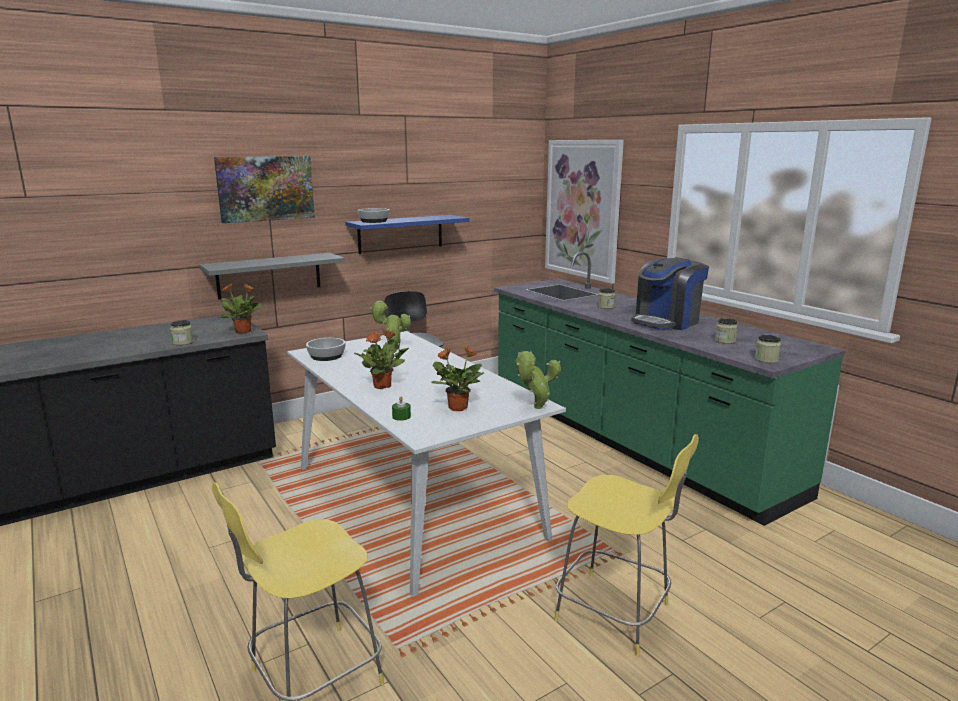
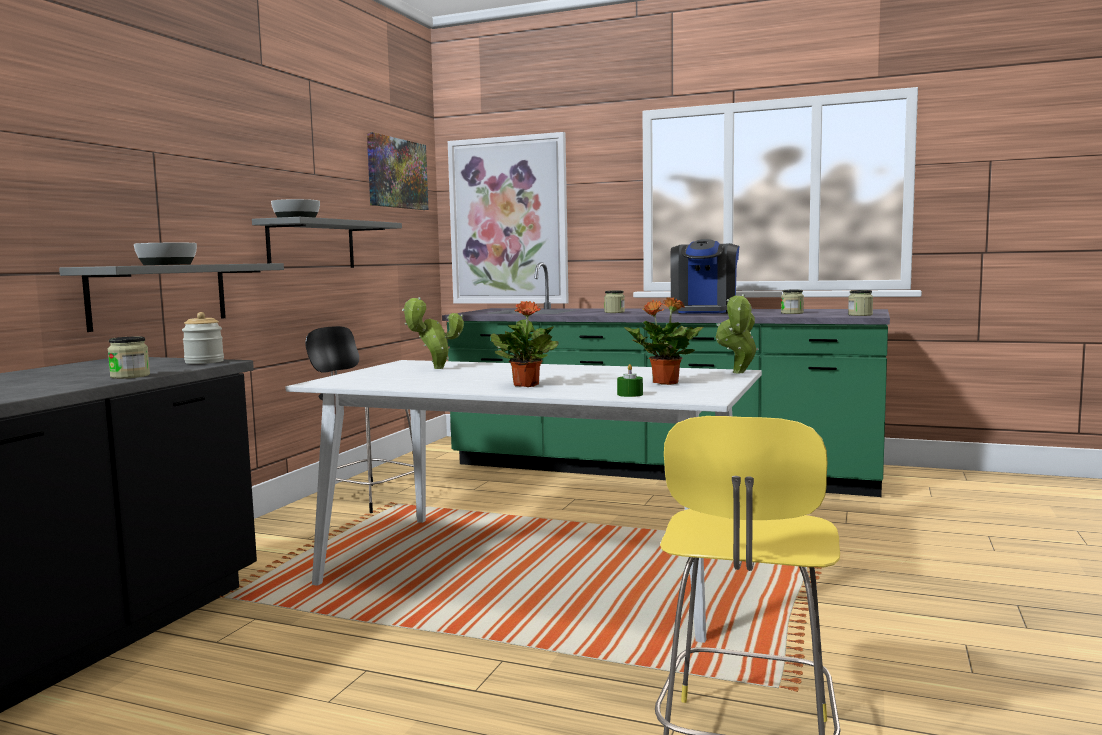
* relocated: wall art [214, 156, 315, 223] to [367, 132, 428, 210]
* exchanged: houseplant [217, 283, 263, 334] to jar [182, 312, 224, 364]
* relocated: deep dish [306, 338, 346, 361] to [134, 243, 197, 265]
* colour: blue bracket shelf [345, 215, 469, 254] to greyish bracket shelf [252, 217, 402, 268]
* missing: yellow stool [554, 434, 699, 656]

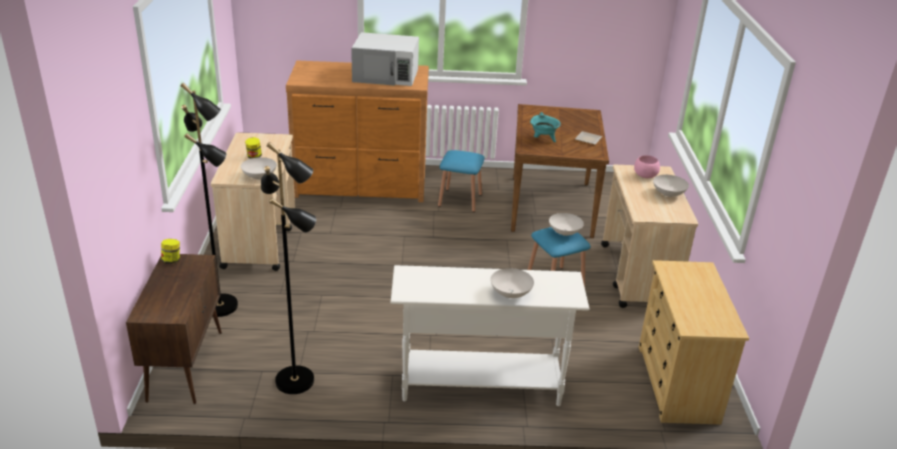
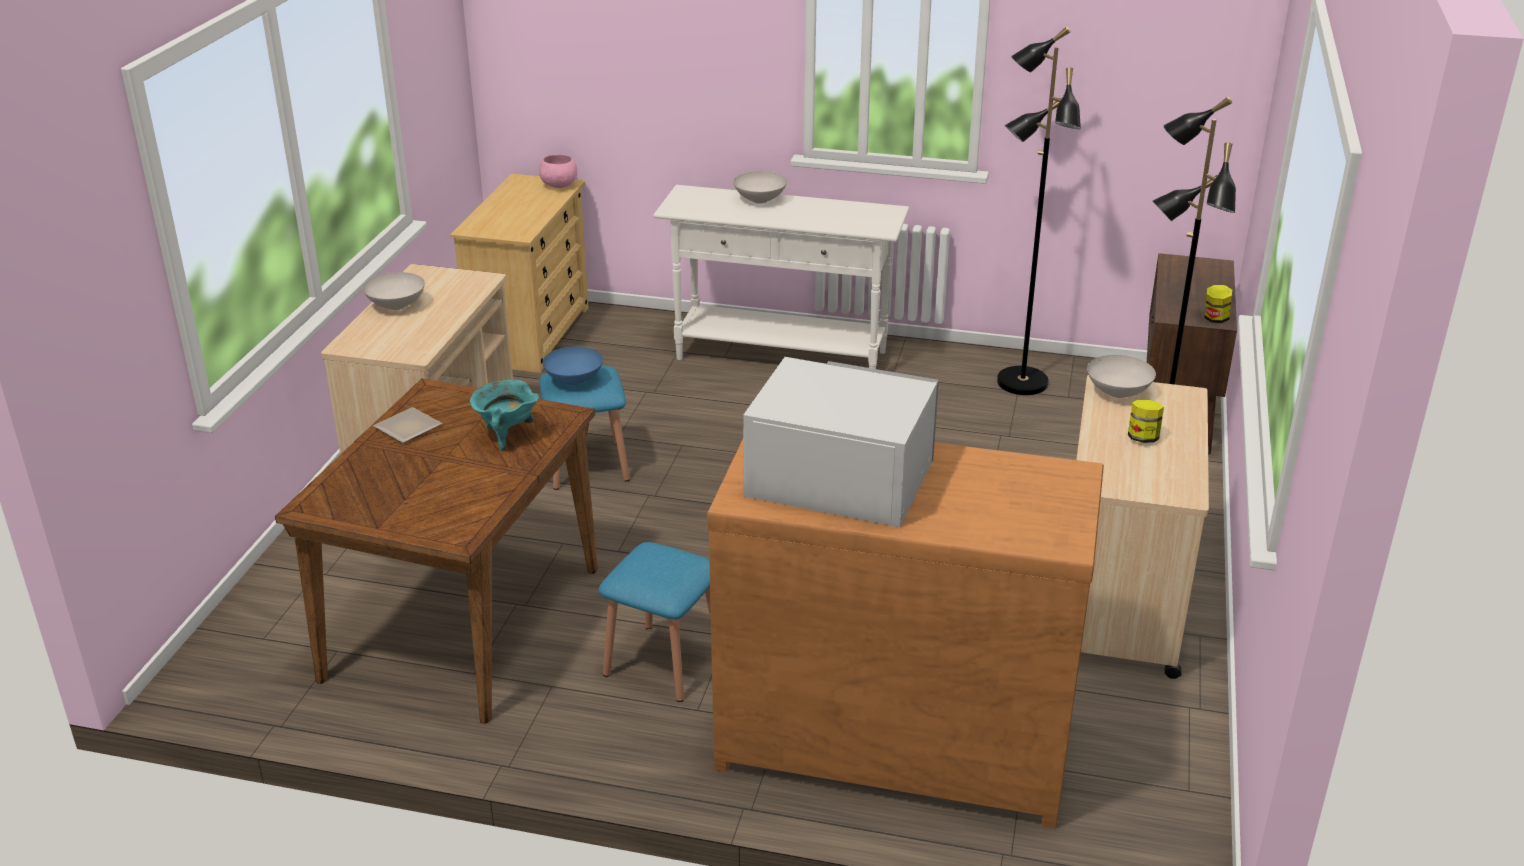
* colour: white-coloured deep dish [549, 213, 584, 236] to blue deep dish [542, 346, 603, 385]
* relocated: pink deep dish [634, 155, 660, 178] to [539, 154, 577, 188]

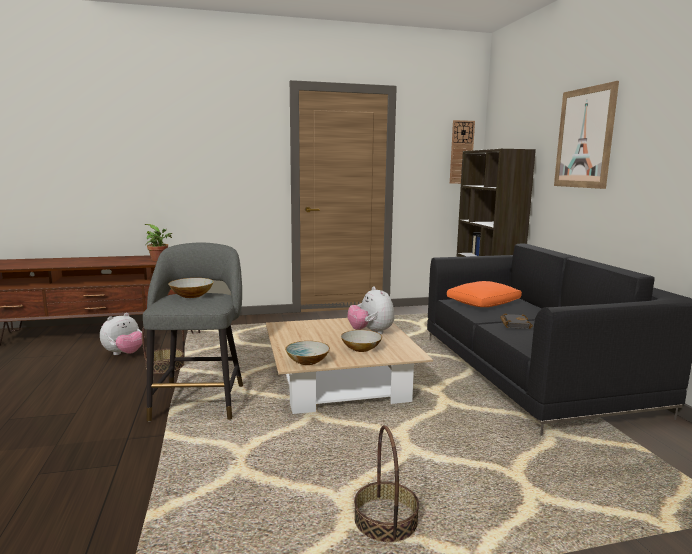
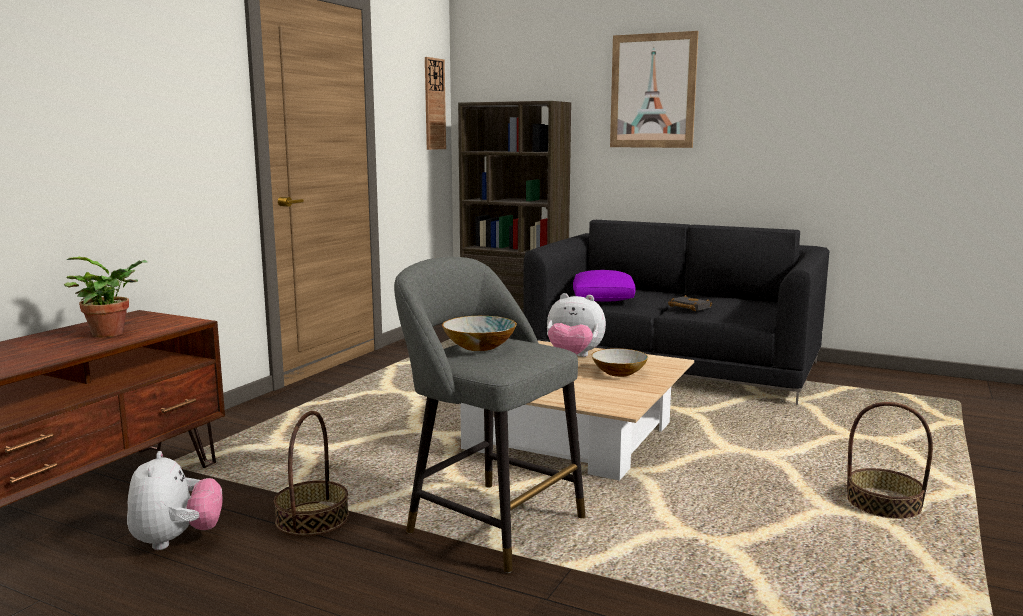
* missing: deep dish [285, 341, 330, 365]
* colour: orange pillow [447, 281, 522, 307] to purple-coloured pillow [573, 270, 635, 302]

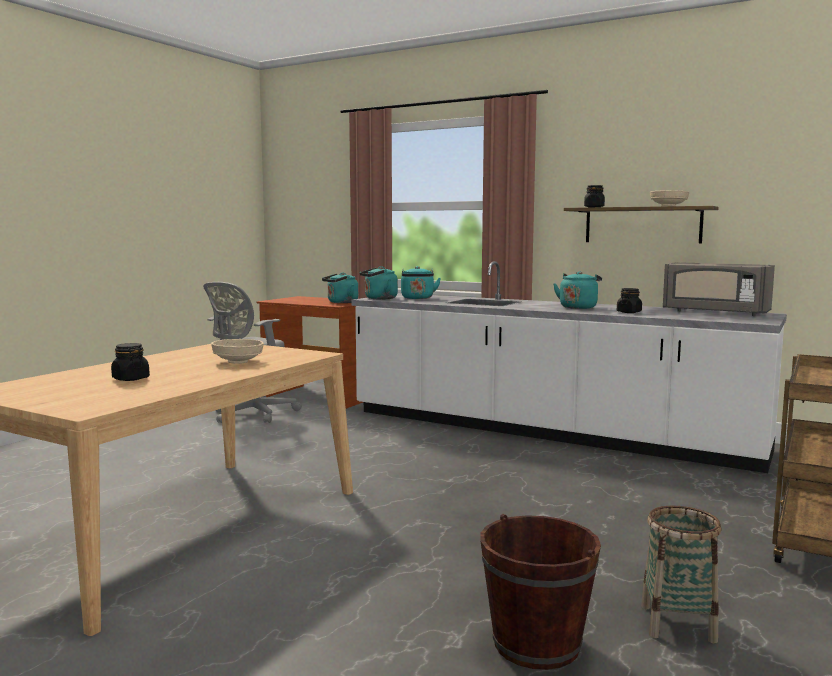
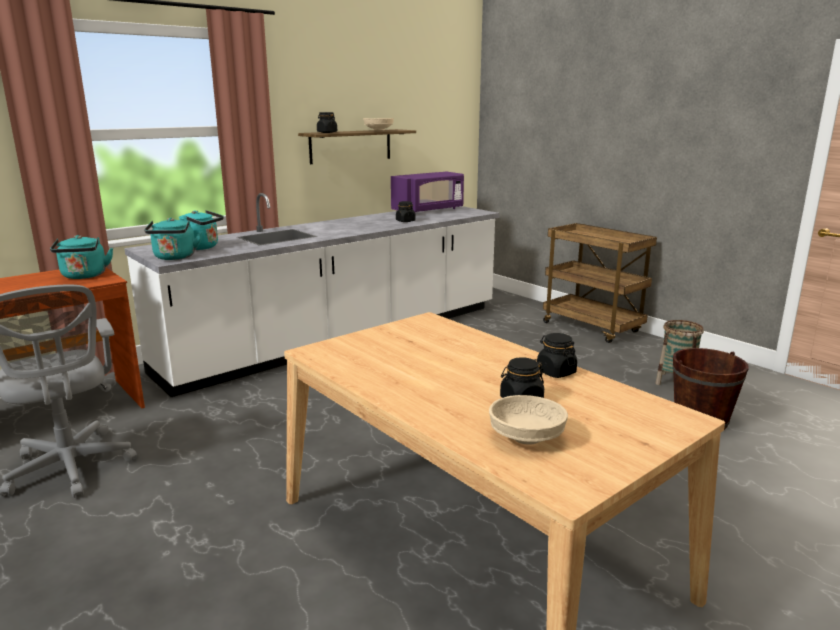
* relocated: sand-coloured deep dish [211, 339, 264, 364] to [489, 395, 568, 445]
* missing: turquoise water kettle [553, 271, 602, 309]
* colour: greyish microwave oven [663, 262, 775, 316] to purple-coloured microwave oven [391, 171, 464, 212]
* appeared: blackish jar [537, 333, 577, 378]

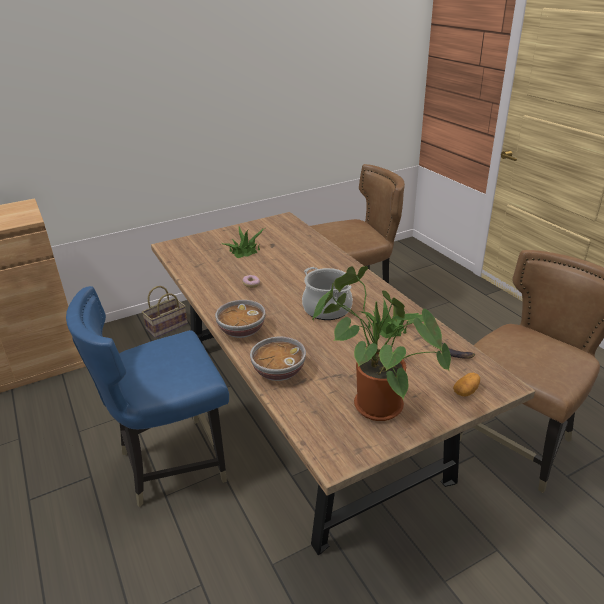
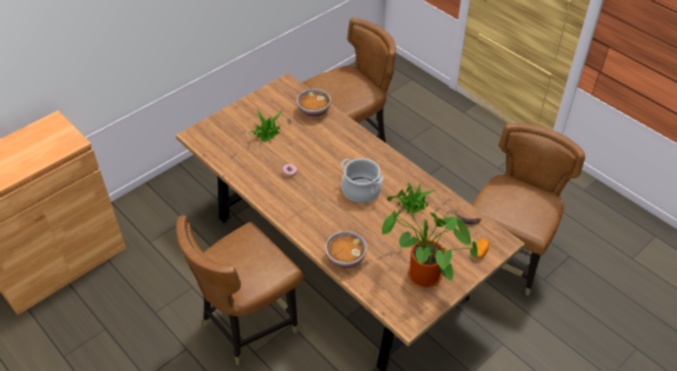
* colour: blue chair [66, 286, 229, 507] to brown-coloured chair [176, 215, 304, 366]
* missing: household basket [142, 286, 188, 338]
* relocated: deep dish [215, 300, 266, 338] to [297, 89, 331, 117]

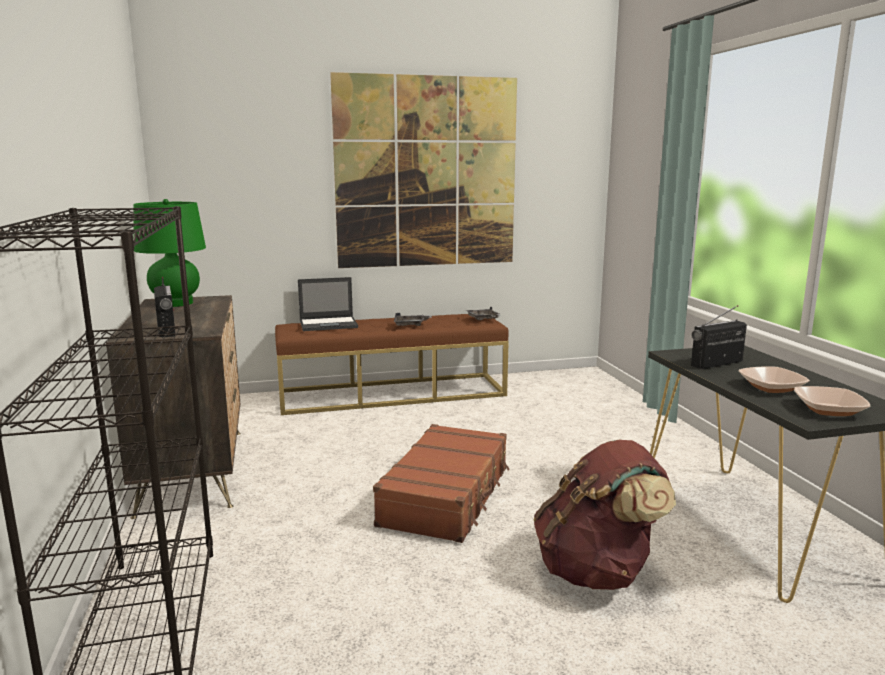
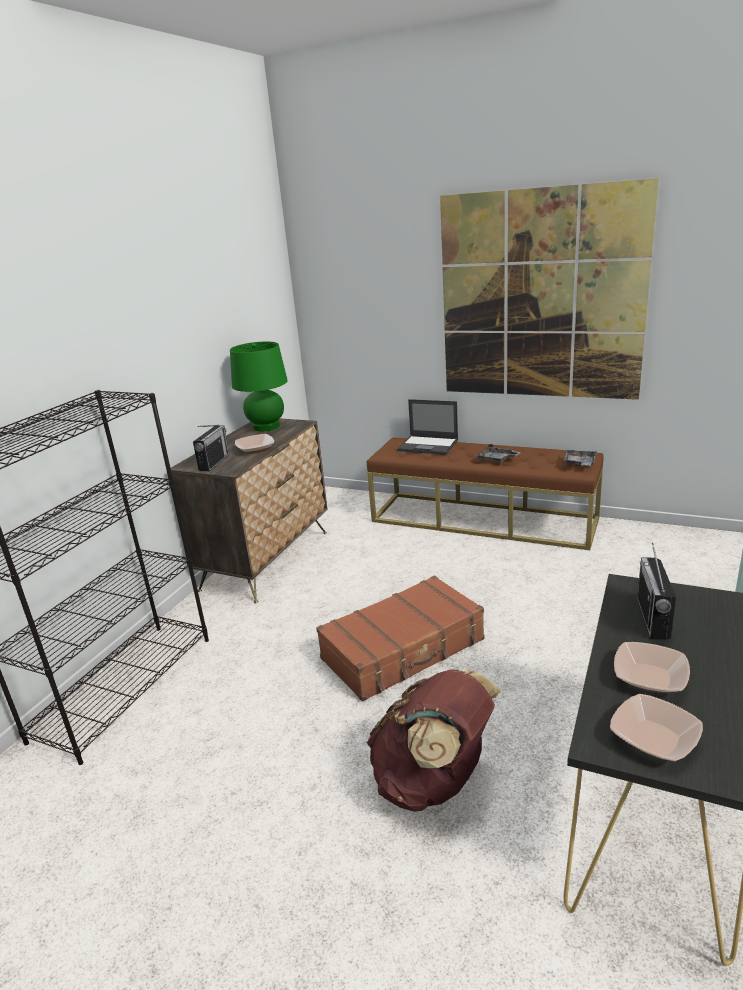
* spun: radio receiver [691, 305, 747, 369] = [637, 543, 676, 640] 90 degrees counterclockwise
* appeared: deep dish [235, 434, 274, 454]

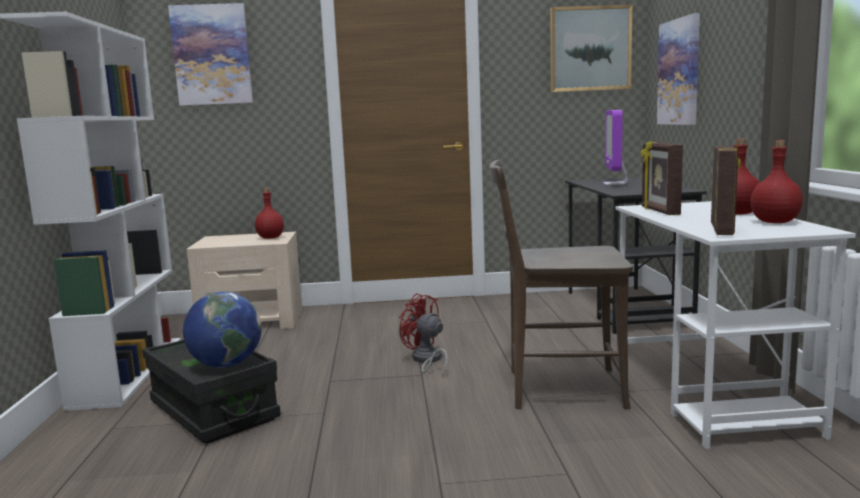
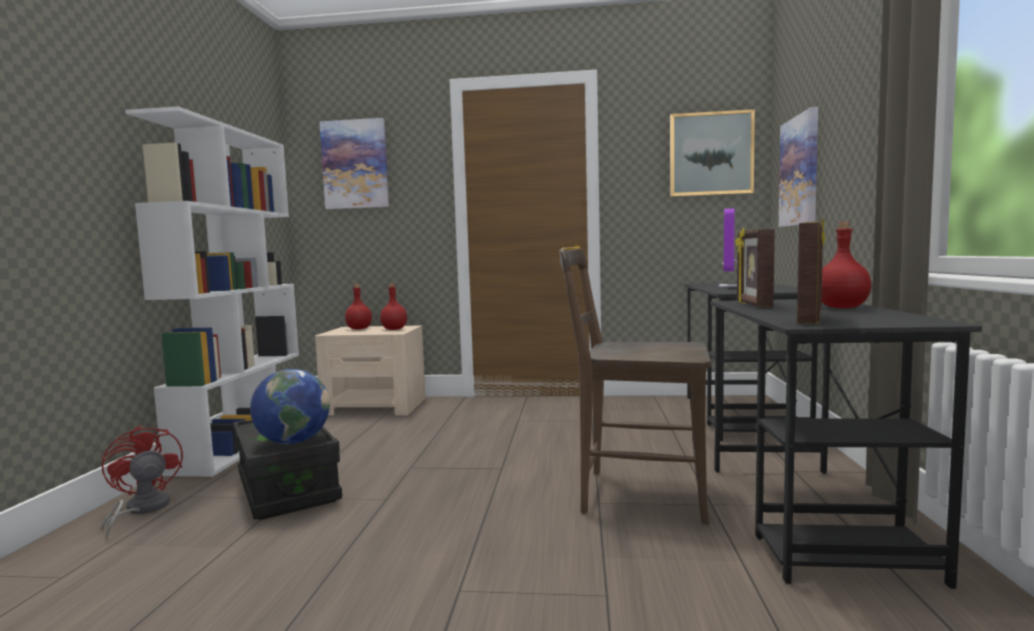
* relocated: red fan [399, 293, 448, 378] to [101, 425, 183, 539]
* colour: white-coloured desk table [616, 201, 856, 449] to blackish desk table [710, 299, 982, 589]
* relocated: red bottle [751, 140, 803, 223] to [345, 284, 372, 330]

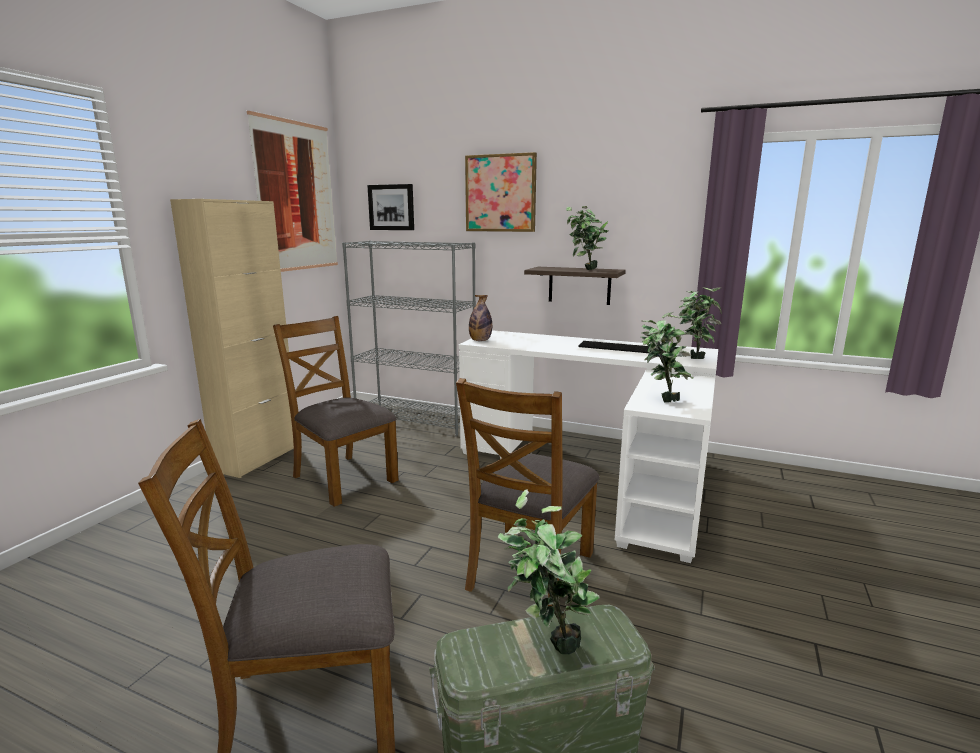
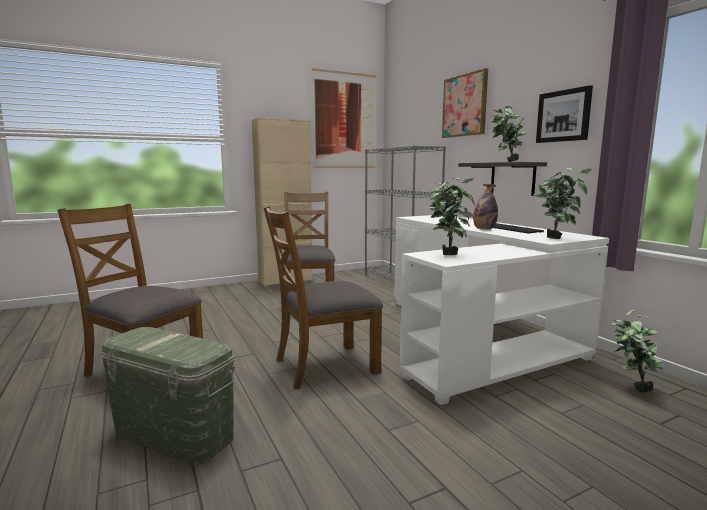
* relocated: wall art [367, 184, 414, 230] to [536, 85, 593, 143]
* relocated: bottle [469, 295, 492, 341] to [473, 184, 498, 230]
* relocated: houseplant [498, 489, 600, 654] to [611, 309, 664, 392]

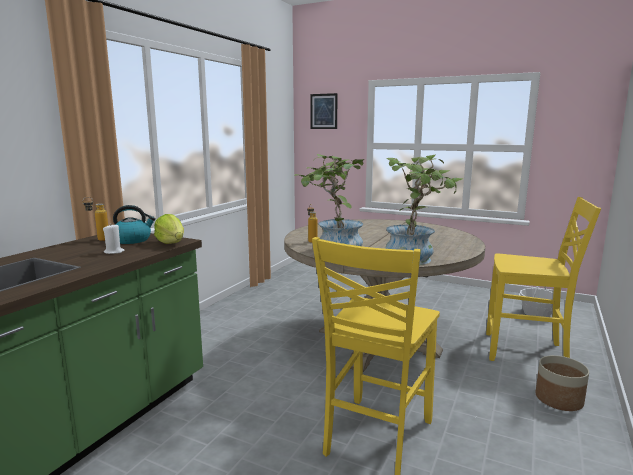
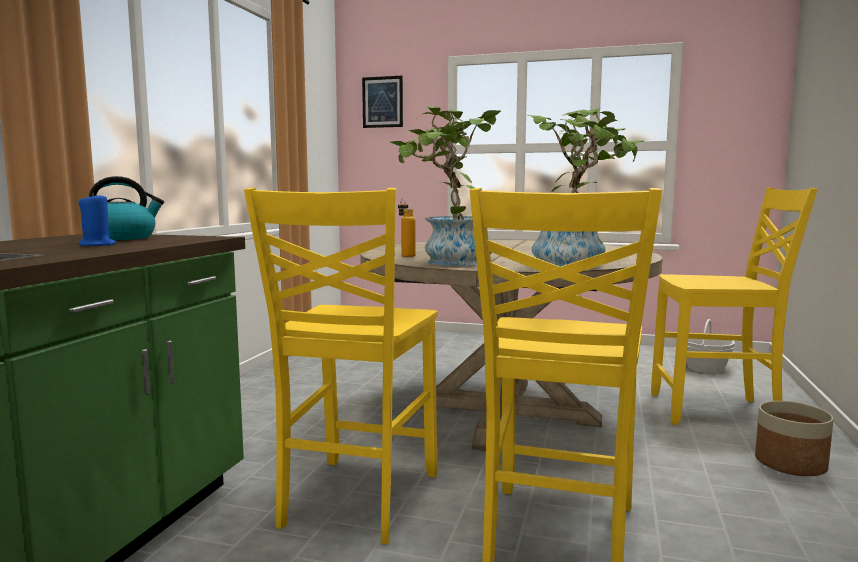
* missing: bottle [83, 197, 108, 241]
* colour: white-coloured wax candle [103, 225, 125, 254] to blue wax candle [78, 193, 116, 246]
* missing: head of lettuce [154, 214, 184, 244]
* appeared: yellow chair [244, 188, 438, 544]

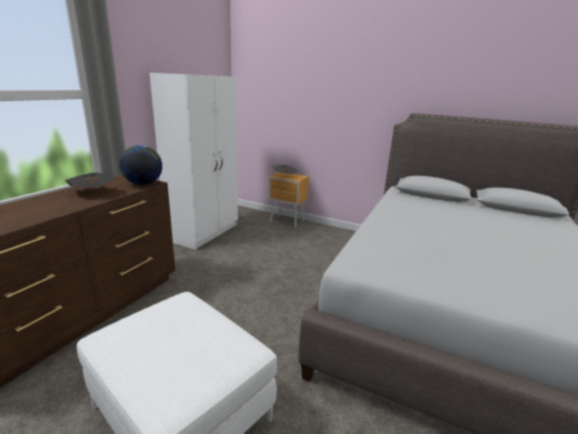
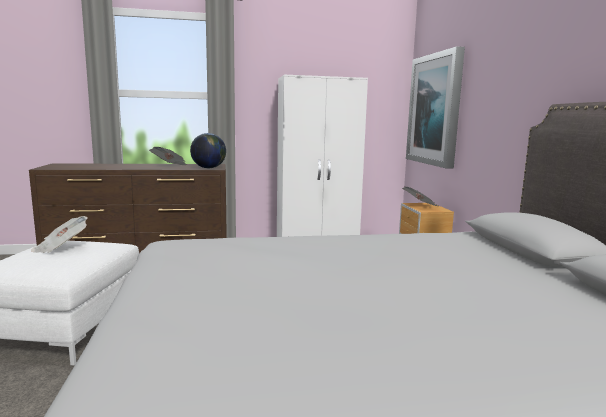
* appeared: printed paper [31, 216, 88, 253]
* appeared: wall art [406, 46, 465, 168]

